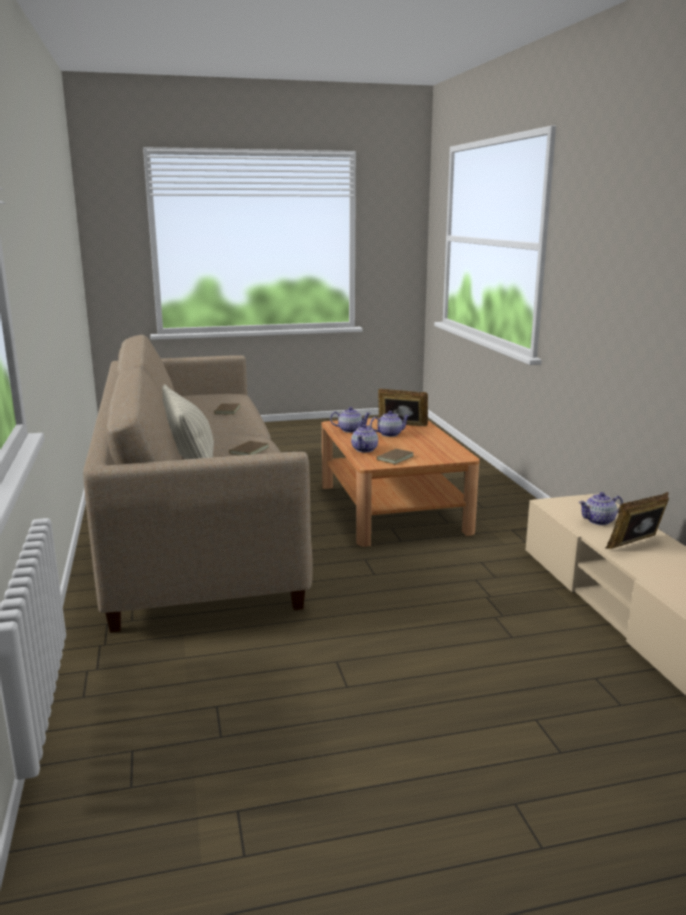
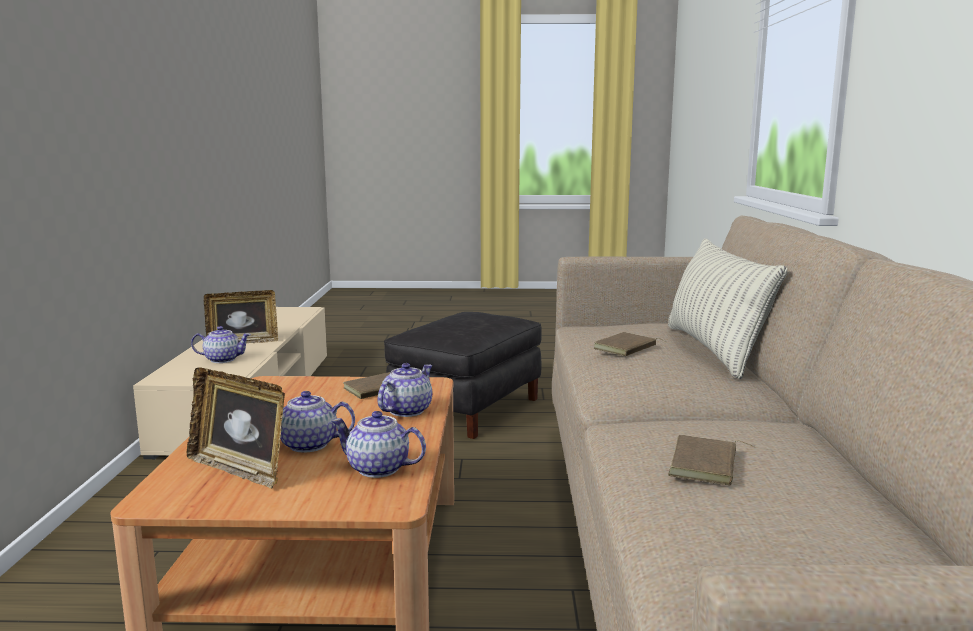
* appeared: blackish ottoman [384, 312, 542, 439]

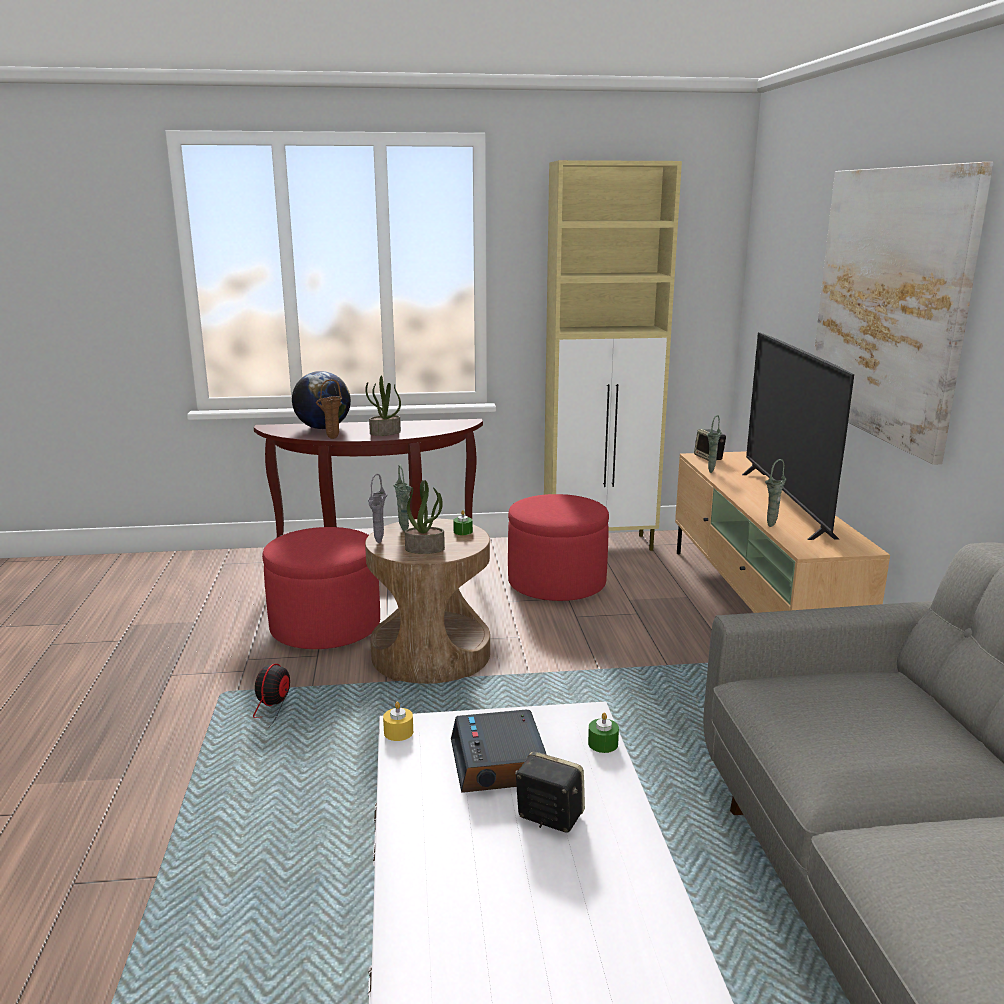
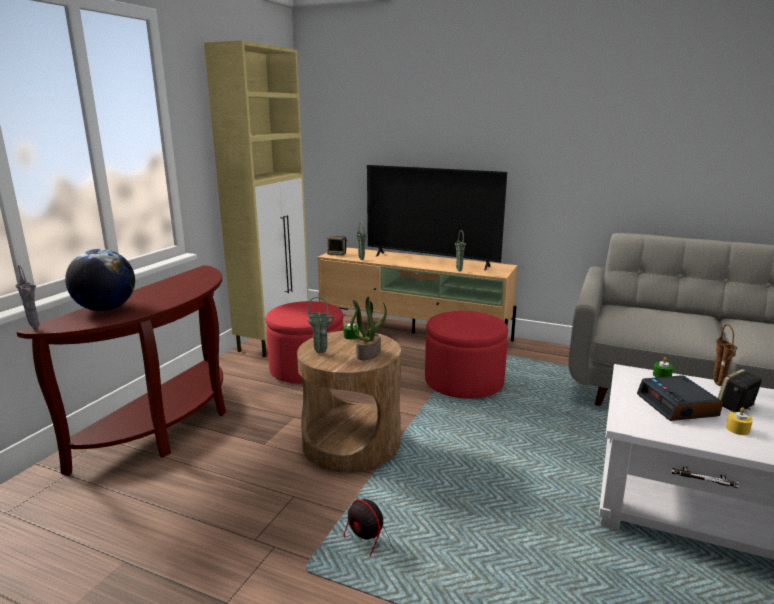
* relocated: red ottoman [262, 527, 380, 649] to [425, 311, 508, 399]
* relocated: brown-coloured flower vase [316, 379, 342, 439] to [713, 324, 738, 386]
* missing: houseplant [365, 376, 401, 436]
* relocated: greyish flower vase [368, 474, 387, 543] to [15, 264, 39, 330]
* relocated: yellow wax candle [383, 702, 413, 741] to [726, 407, 753, 435]
* spun: alarm clock [451, 710, 547, 793] = [637, 375, 723, 421] 60 degrees clockwise
* missing: wall art [814, 162, 993, 465]

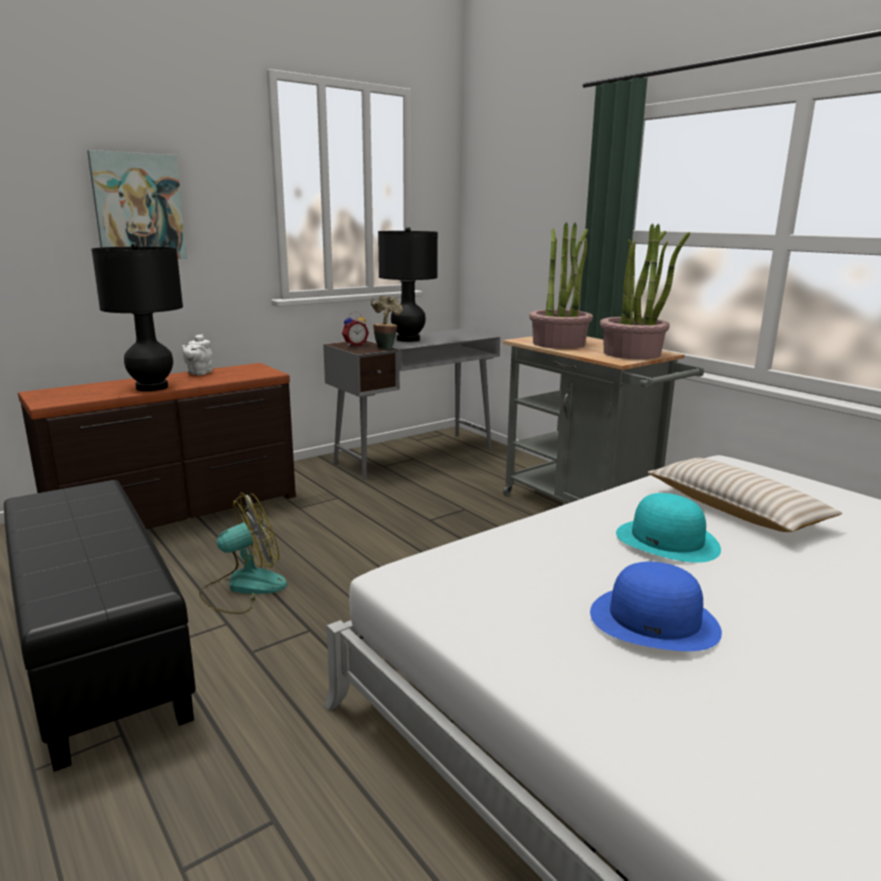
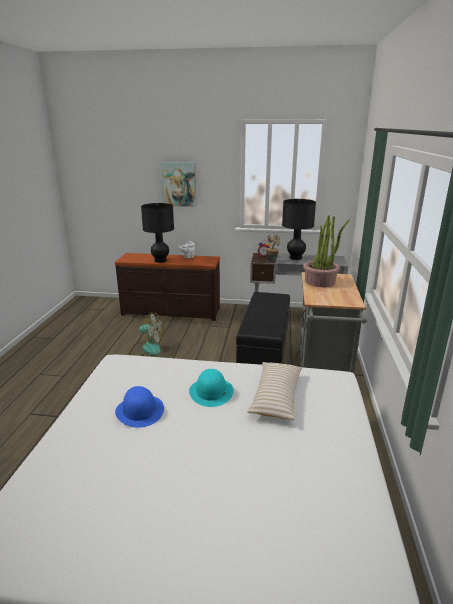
* relocated: blackish ottoman [4, 480, 196, 772] to [236, 292, 290, 365]
* missing: houseplant [600, 223, 690, 359]

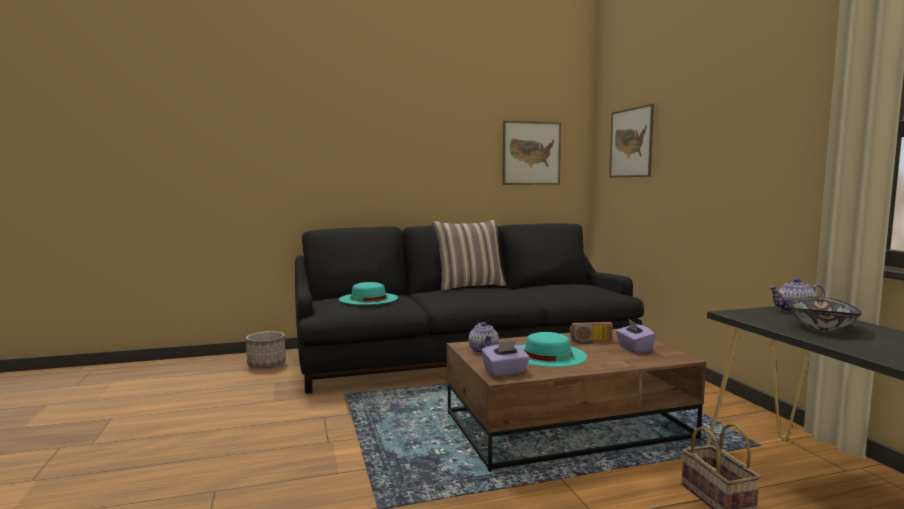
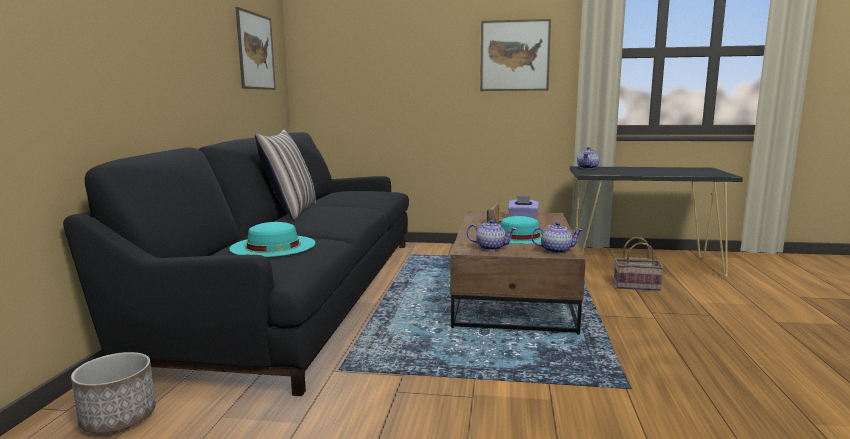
* exchanged: purple-coloured tissue holder [481, 341, 530, 377] to pot for tea [531, 222, 583, 254]
* relocated: wall art [609, 104, 654, 178] to [480, 19, 551, 91]
* missing: deep dish [788, 296, 862, 331]

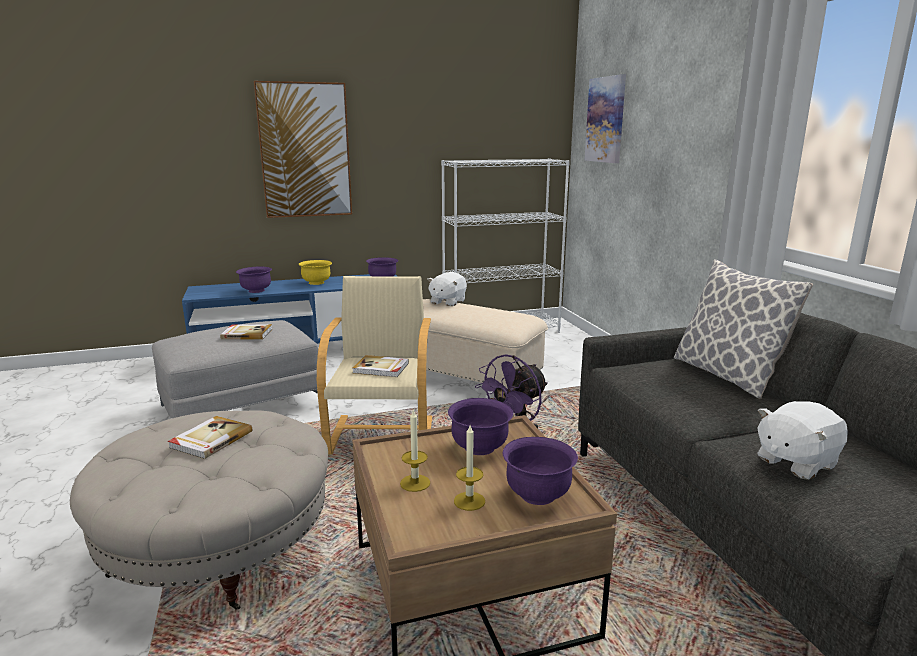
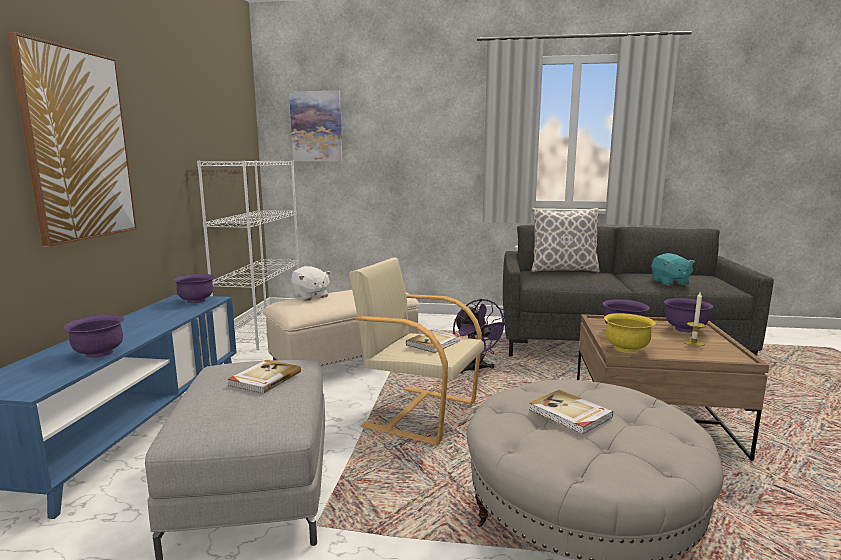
* relocated: yellow deep dish [299, 260, 332, 285] to [604, 313, 656, 353]
* missing: wax candle [400, 409, 430, 492]
* colour: white-coloured cuddly toy [757, 401, 848, 480] to turquoise cuddly toy [651, 253, 695, 286]

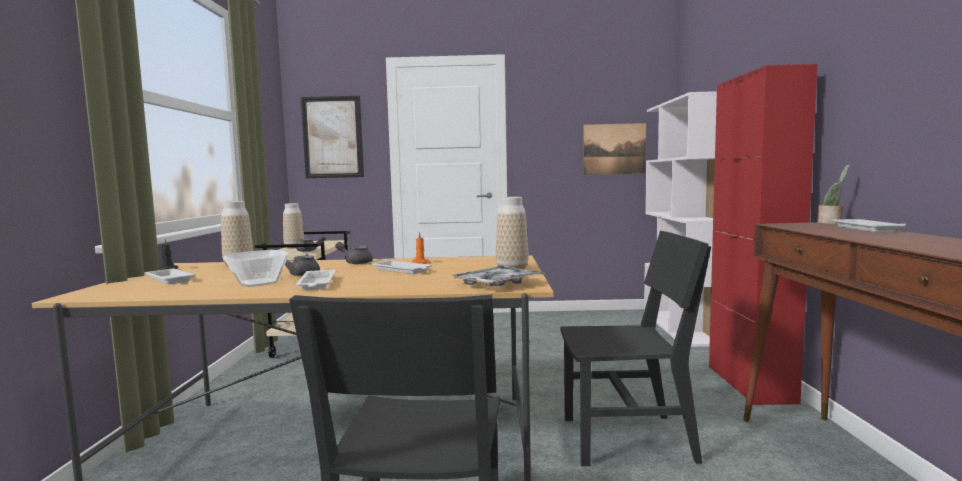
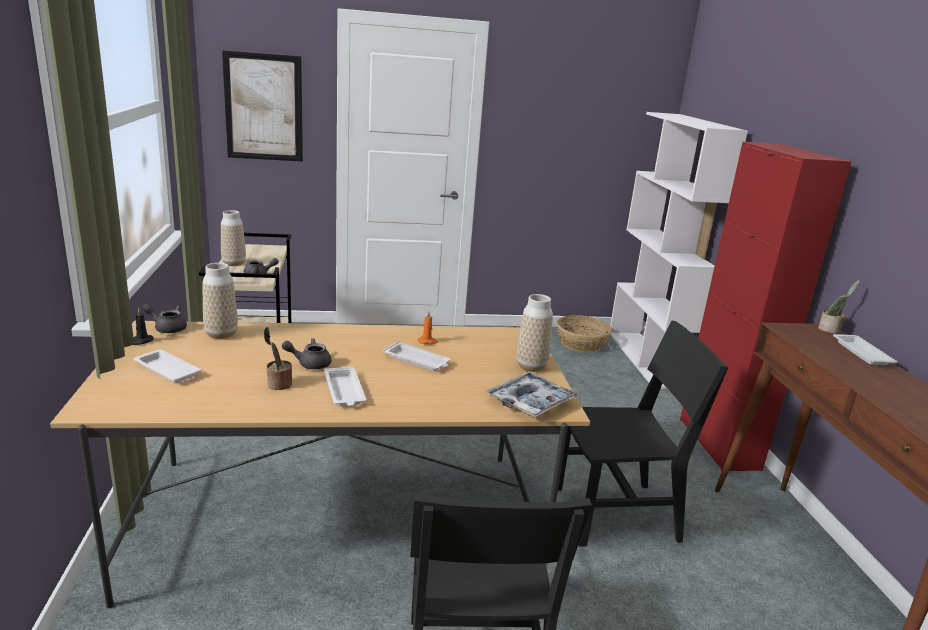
* exchanged: deep dish [223, 250, 289, 287] to houseplant [264, 327, 292, 390]
* relocated: greyish pot for tea [335, 242, 373, 264] to [142, 304, 187, 333]
* missing: wall art [583, 123, 646, 175]
* appeared: household basket [556, 315, 612, 352]

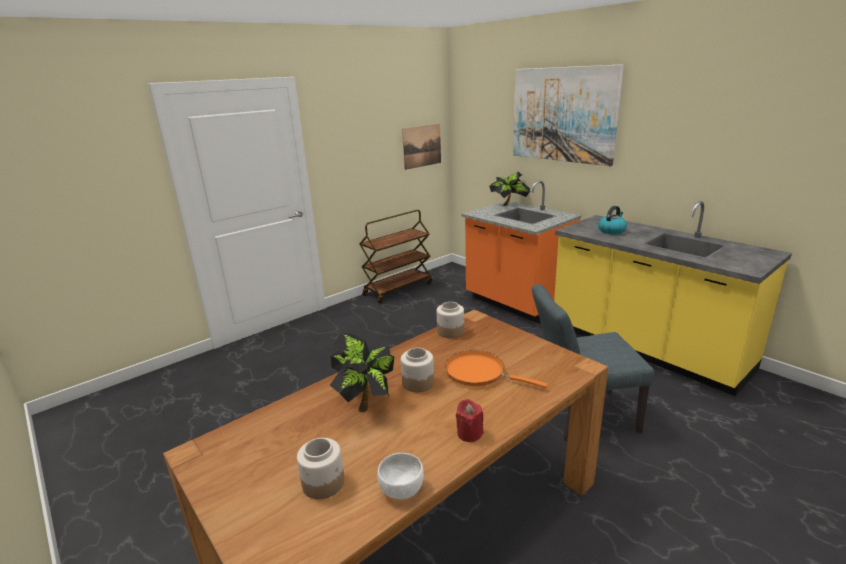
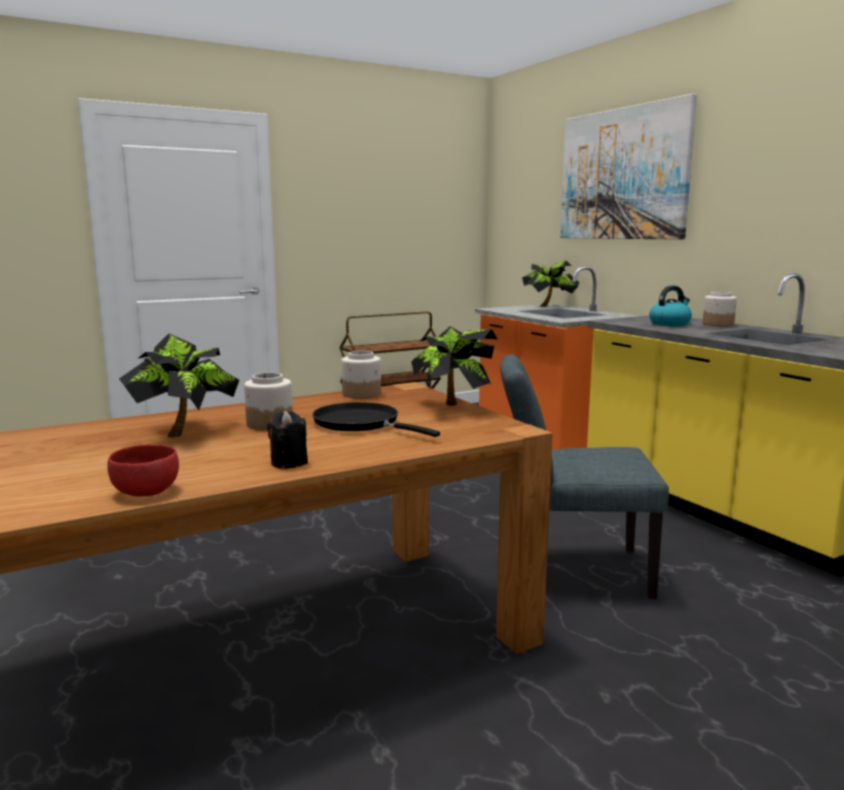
* relocated: jar [297, 438, 344, 499] to [702, 292, 737, 327]
* colour: white-coloured deep dish [377, 453, 424, 499] to red deep dish [107, 444, 179, 497]
* missing: wall art [402, 124, 441, 170]
* colour: orange pan [445, 350, 547, 388] to blackish pan [312, 402, 440, 437]
* colour: red wax candle [456, 399, 484, 442] to blackish wax candle [267, 411, 308, 469]
* appeared: houseplant [411, 326, 498, 406]

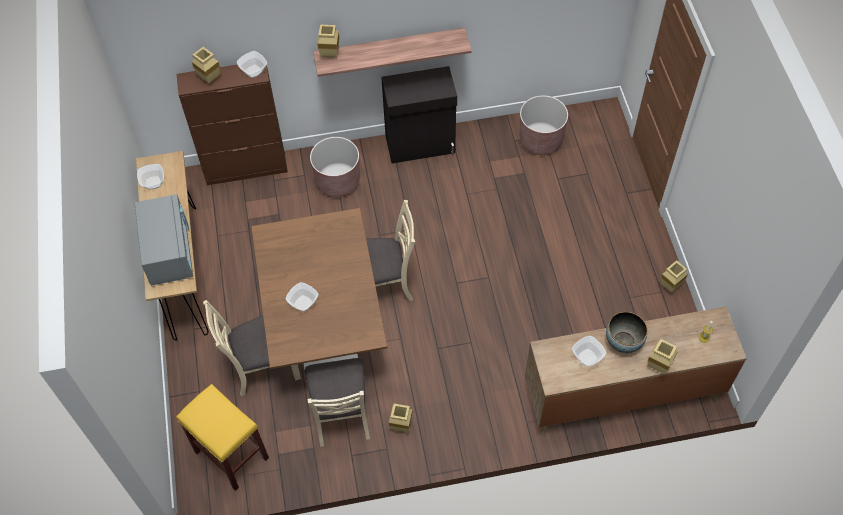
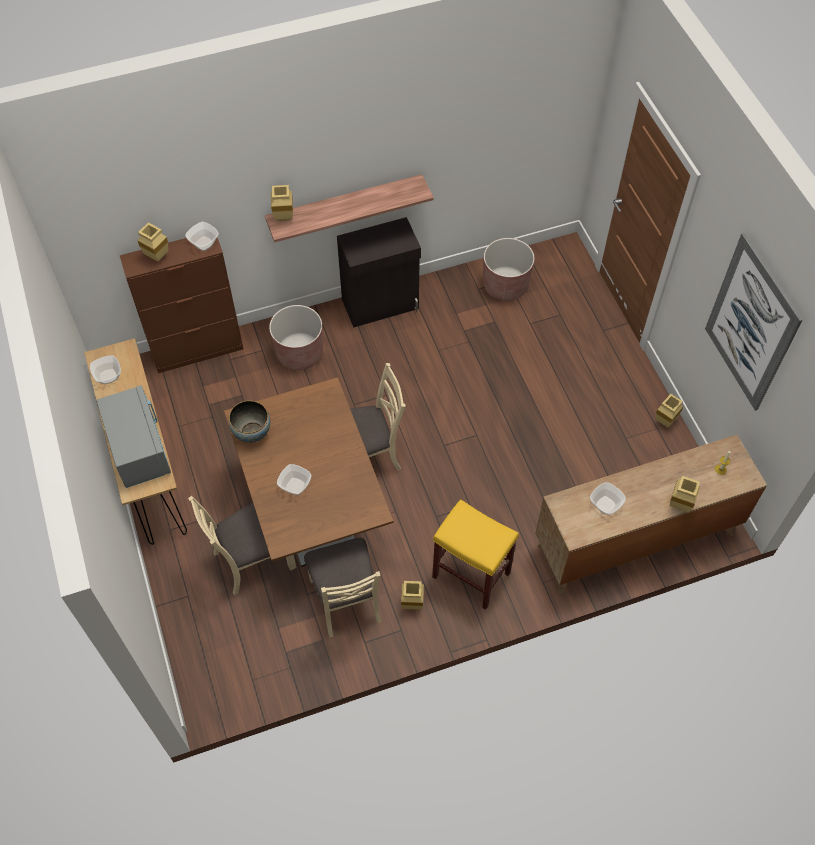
* relocated: yellow stool [176, 384, 269, 491] to [432, 499, 519, 610]
* relocated: deep dish [606, 312, 647, 353] to [229, 401, 270, 443]
* appeared: wall art [705, 233, 802, 411]

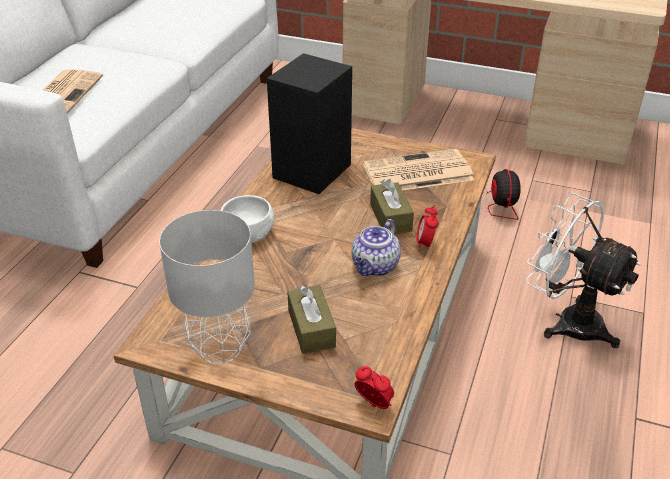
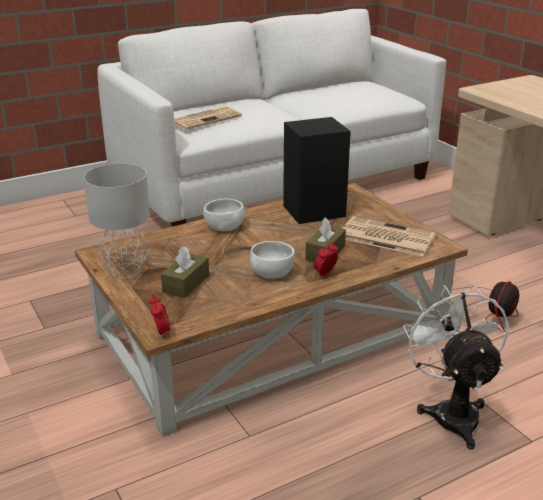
* exchanged: pot for tea [352, 219, 401, 276] to white-coloured deep dish [250, 241, 295, 279]

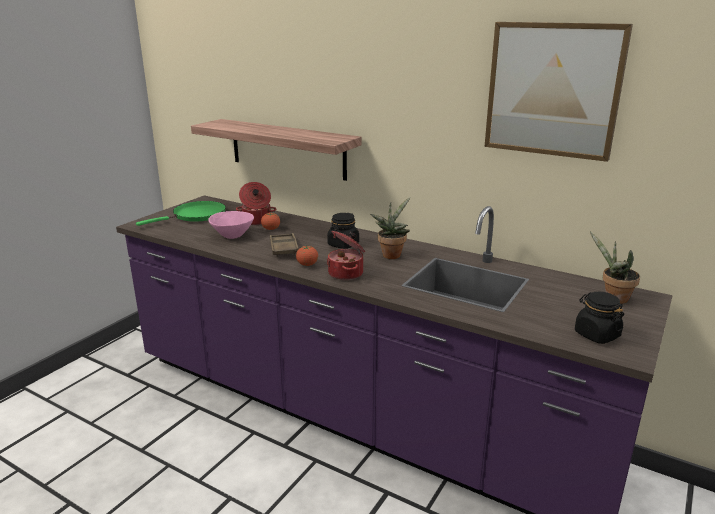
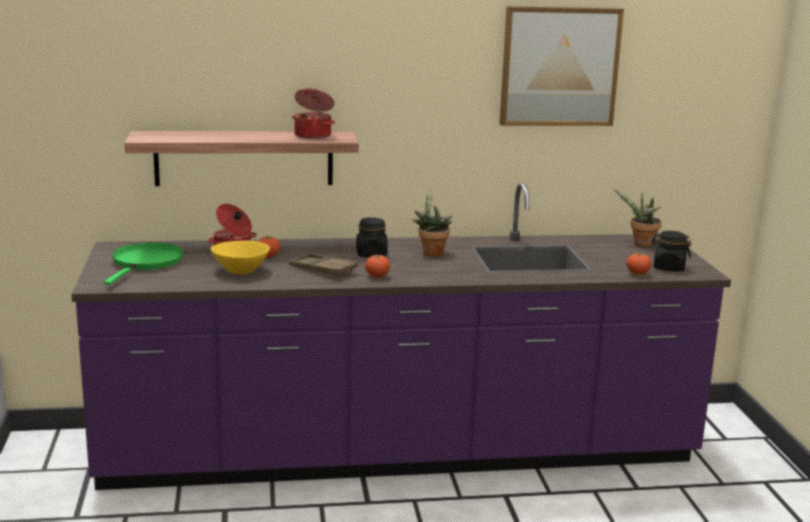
* colour: pink deep dish [208, 211, 254, 239] to yellow deep dish [211, 240, 270, 275]
* relocated: cooking pot [327, 231, 365, 280] to [292, 88, 335, 139]
* appeared: tomato [627, 252, 651, 275]

